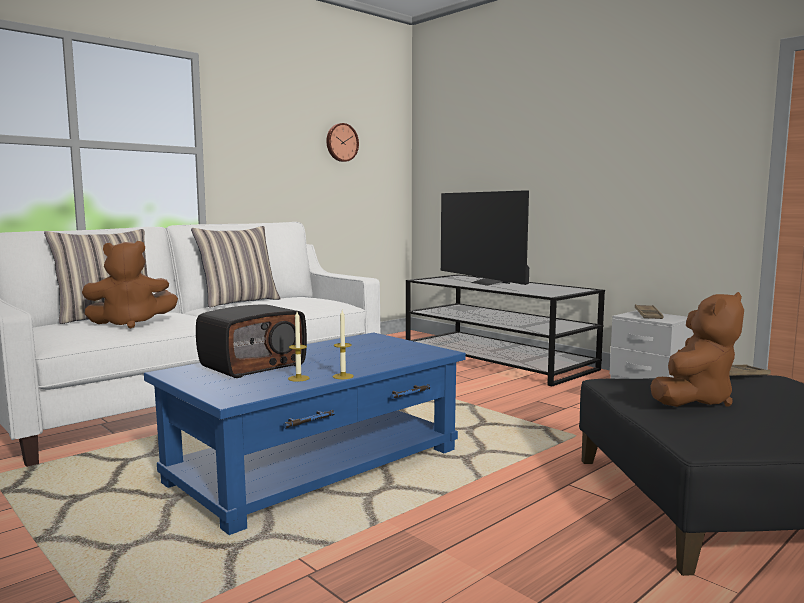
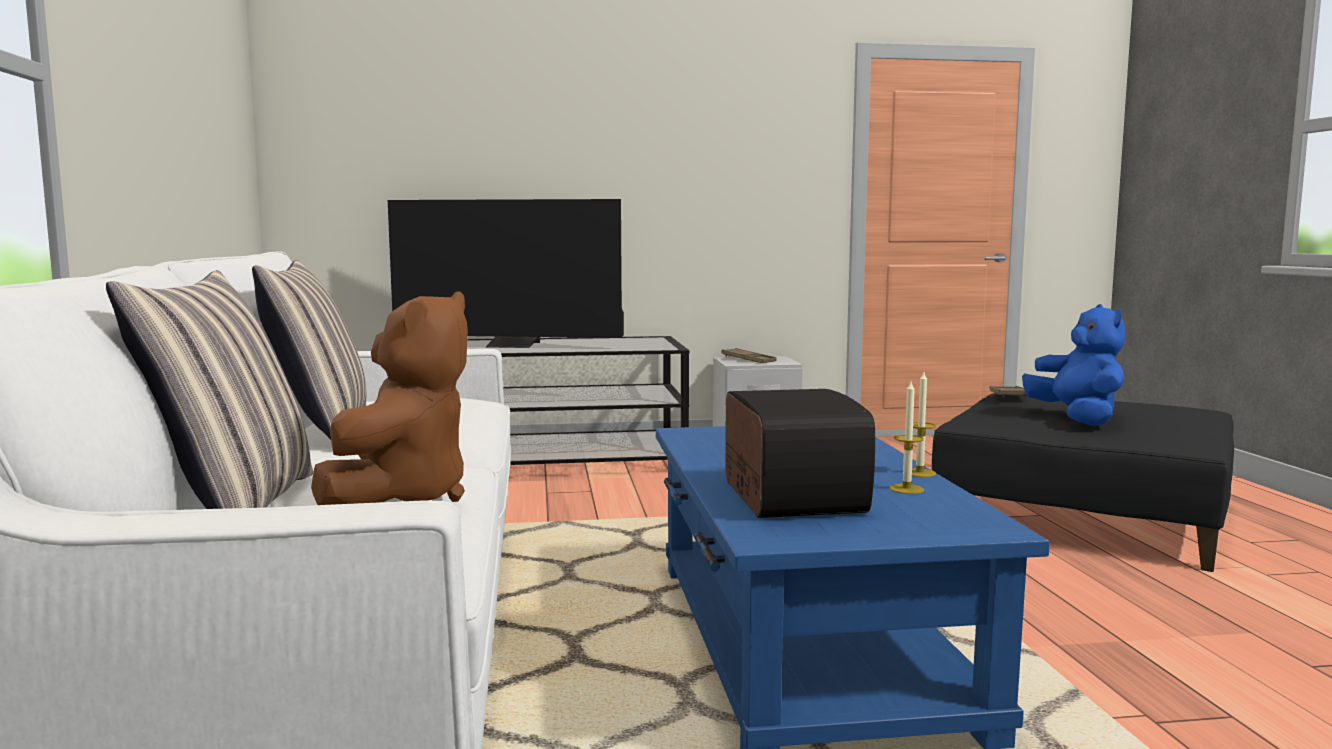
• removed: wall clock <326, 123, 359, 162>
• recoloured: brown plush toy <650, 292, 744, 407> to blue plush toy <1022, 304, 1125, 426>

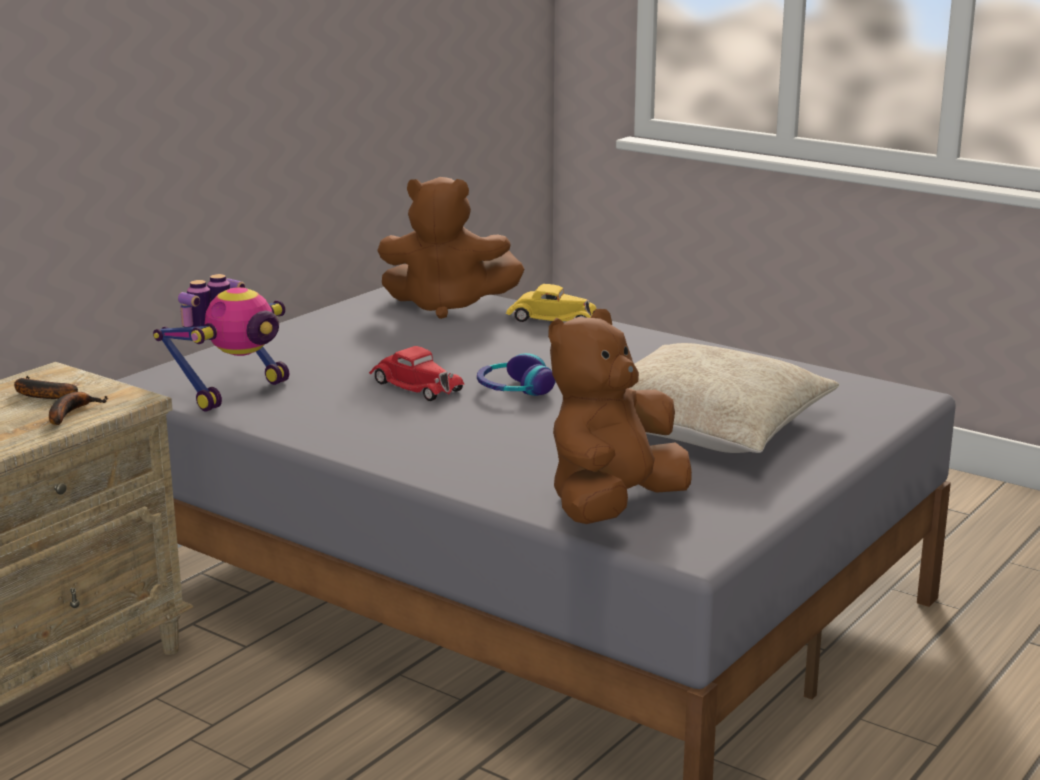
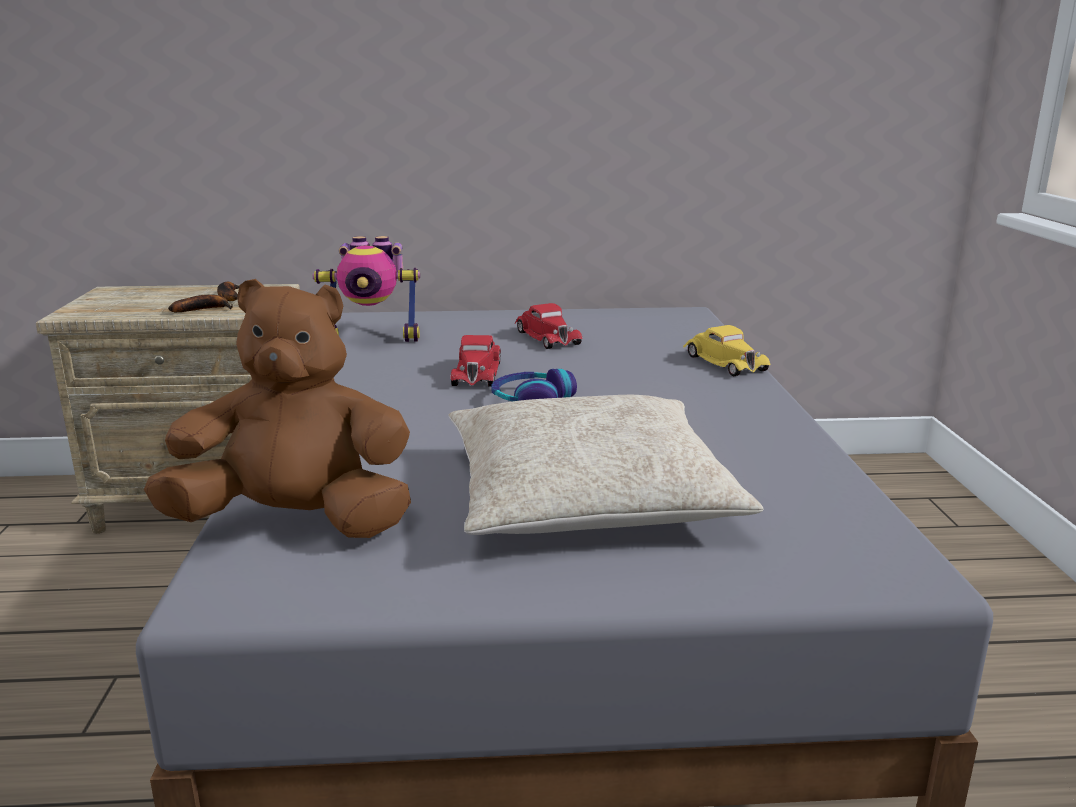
• removed: brown plush toy <377, 177, 525, 319>
• added: red toy car <514, 303, 583, 349>

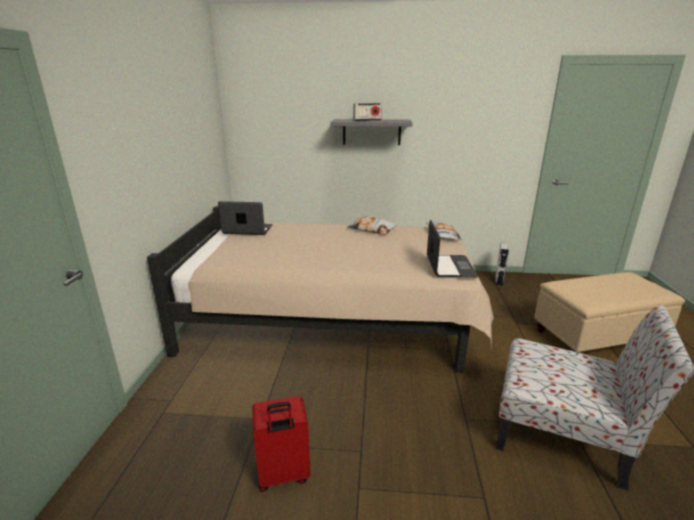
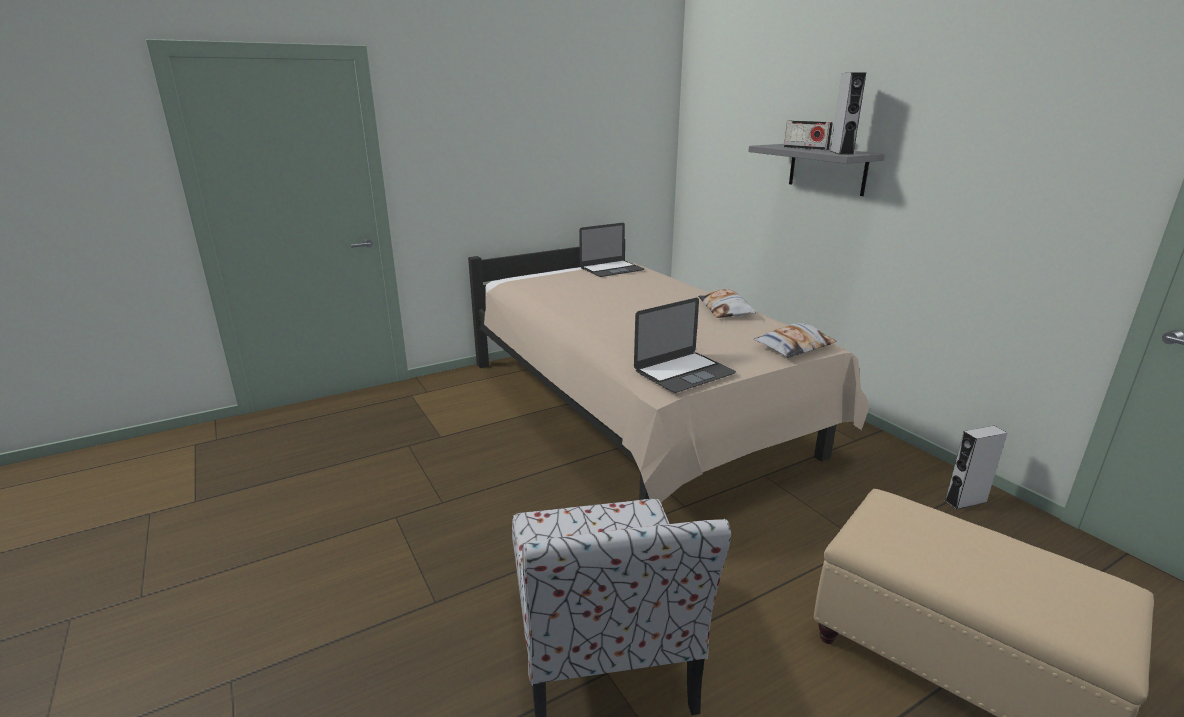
• removed: red suitcase <252, 396, 311, 492>
• added: grey speaker <830, 72, 866, 155>
• turned: laptop <218, 201, 273, 235> = <579, 223, 644, 277> 90 degrees clockwise

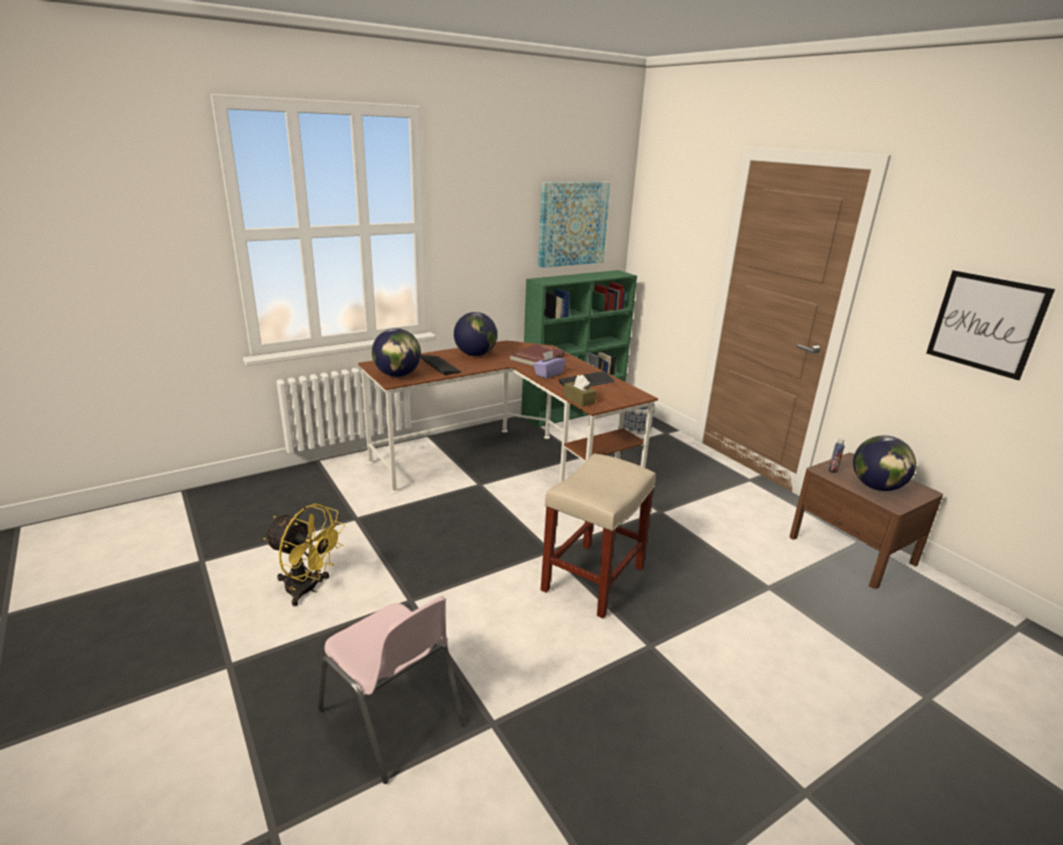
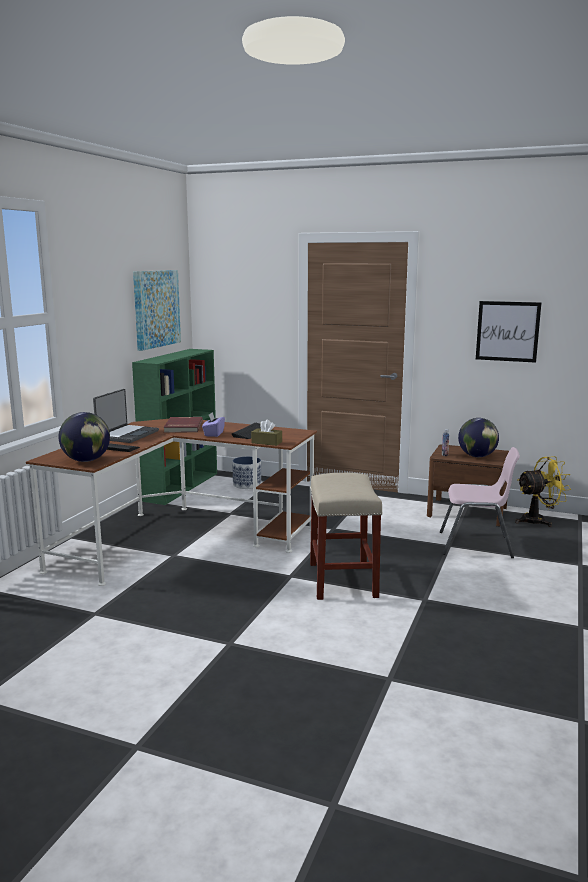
• moved: yellow fan <263, 504, 345, 606> to <515, 456, 571, 527>
• moved: pink chair <318, 596, 465, 784> to <440, 447, 520, 558>
• replaced: globe <454, 312, 497, 356> to laptop <93, 389, 159, 443>

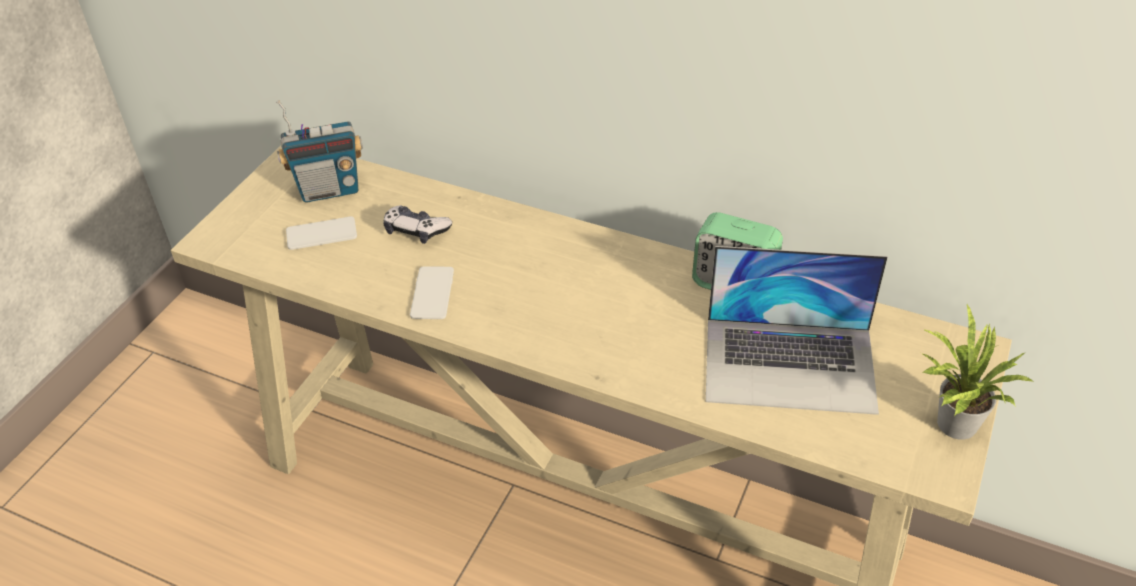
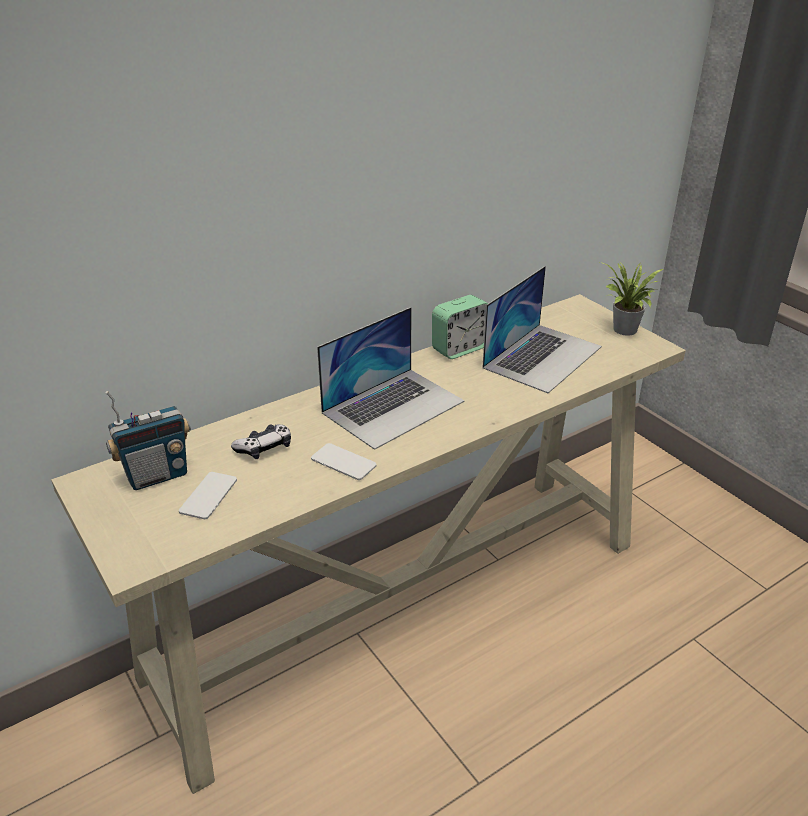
• added: laptop <317, 307, 465, 450>
• turned: radio <276, 100, 363, 203> = <105, 391, 191, 490> 45 degrees clockwise

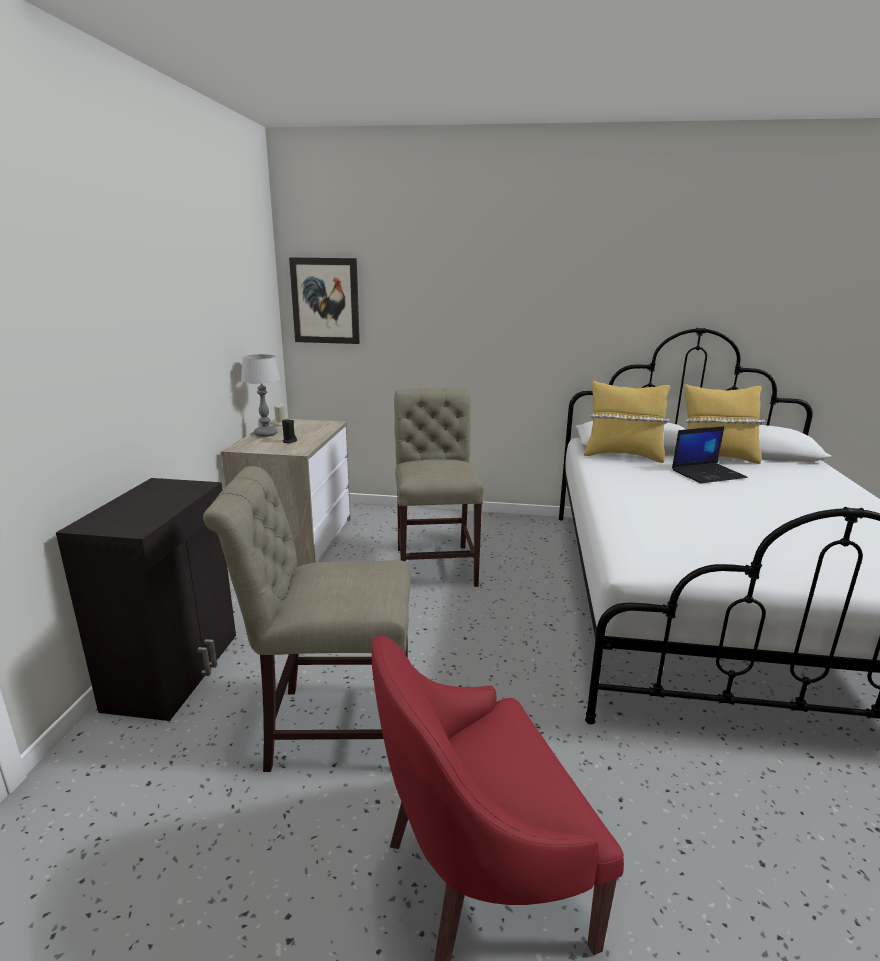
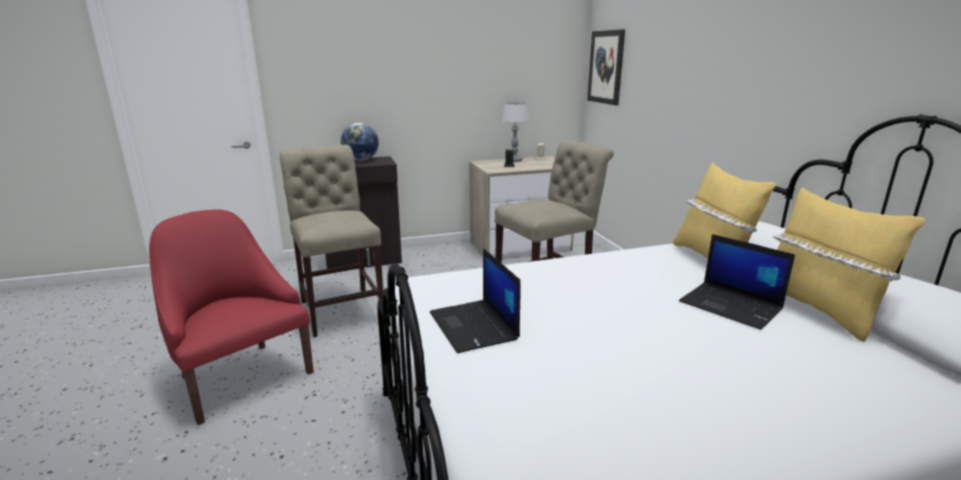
• added: globe <341, 123, 379, 161>
• added: laptop <430, 248, 521, 353>

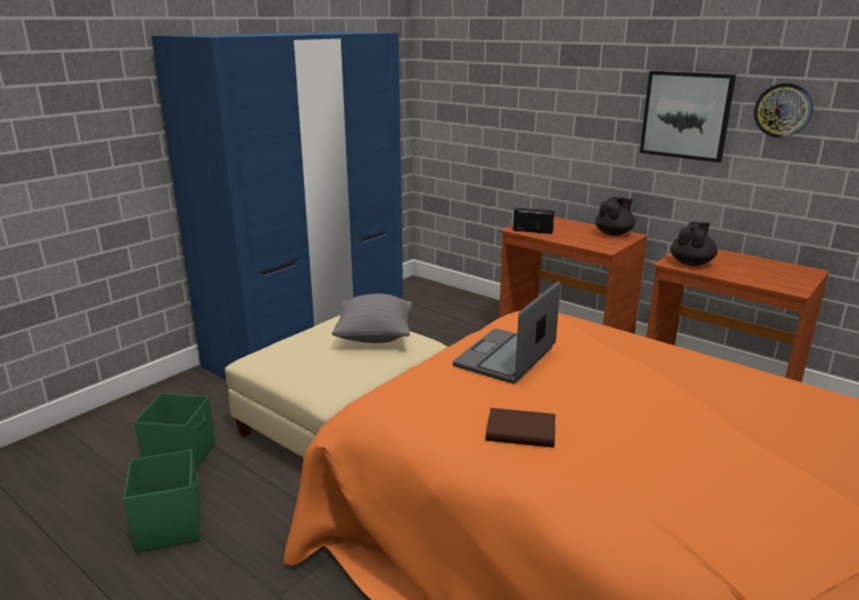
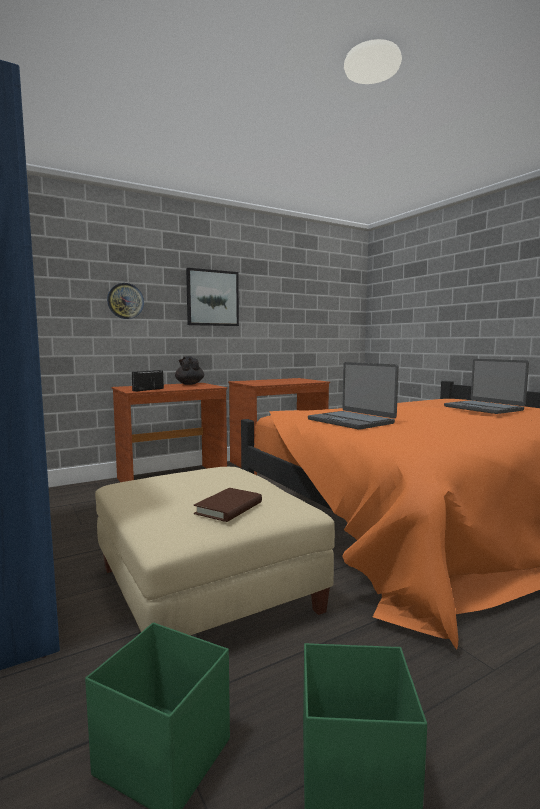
• removed: grey pillow <332, 294, 412, 343>
• removed: black teapot <671, 222, 718, 266>
• added: laptop <444, 359, 529, 414>
• moved: brown book <486, 408, 555, 448> to <194, 488, 262, 522>
• moved: wall clock <754, 83, 813, 138> to <107, 283, 144, 319>

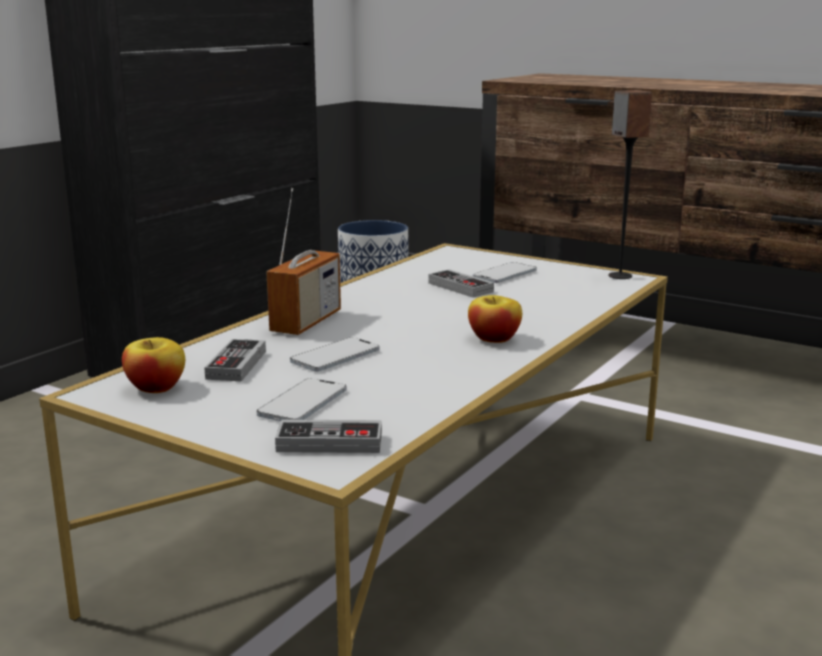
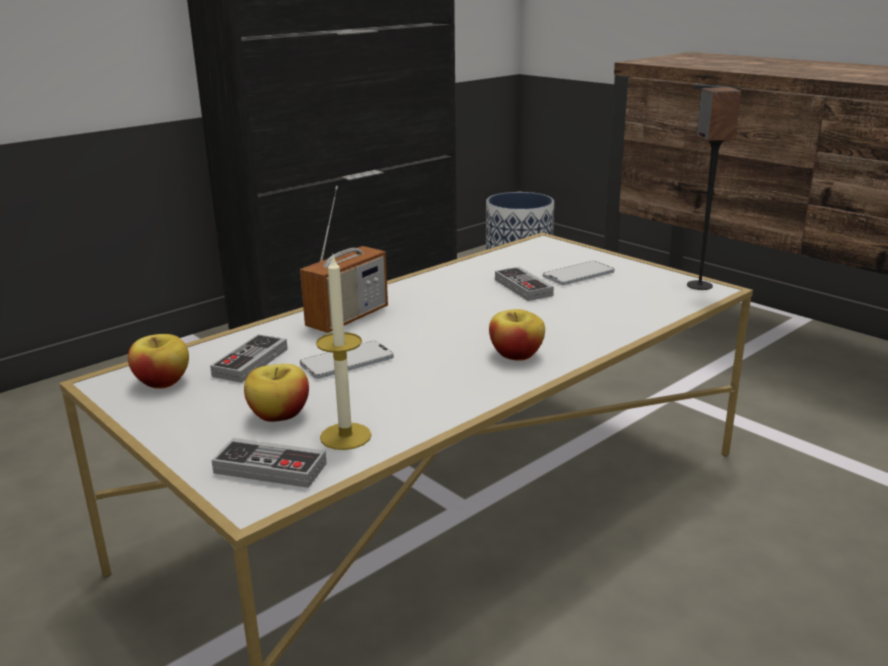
• added: candle <316, 253, 371, 450>
• replaced: phone <256, 378, 347, 421> to apple <244, 364, 309, 422>

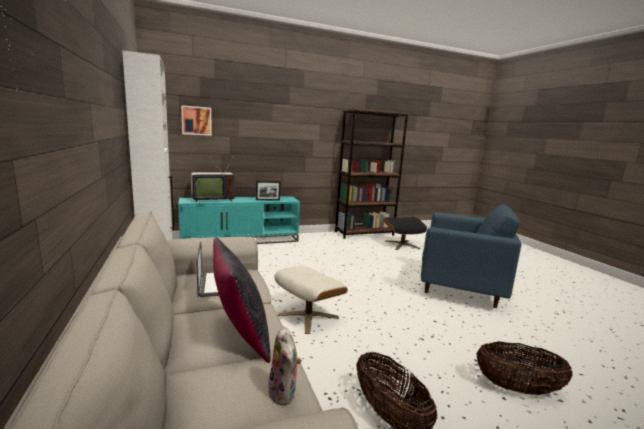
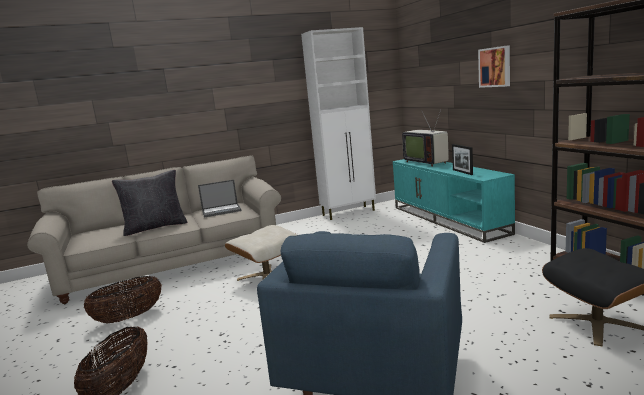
• removed: plush toy <268, 326, 301, 405>
• moved: picture <181, 105, 212, 136> to <478, 45, 510, 88>

